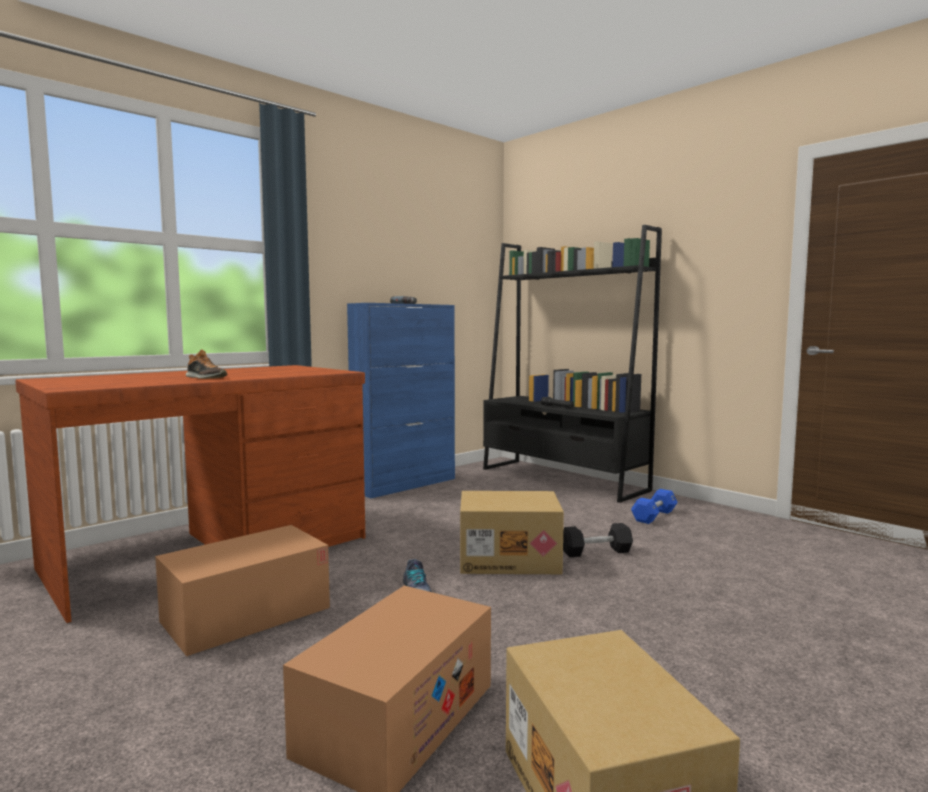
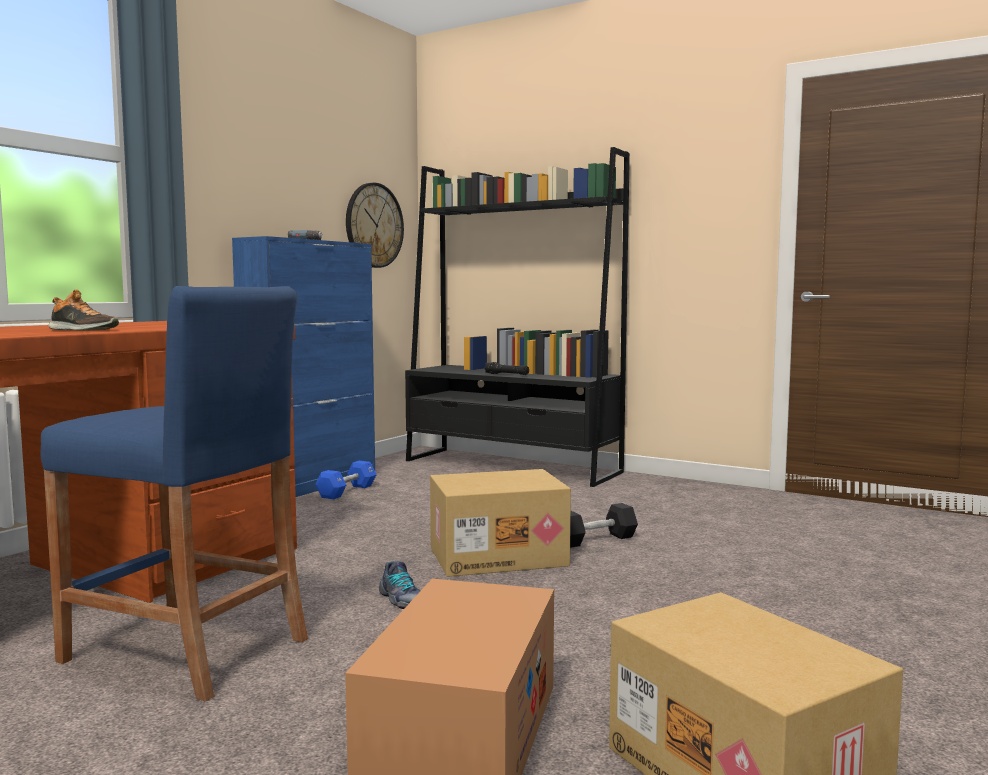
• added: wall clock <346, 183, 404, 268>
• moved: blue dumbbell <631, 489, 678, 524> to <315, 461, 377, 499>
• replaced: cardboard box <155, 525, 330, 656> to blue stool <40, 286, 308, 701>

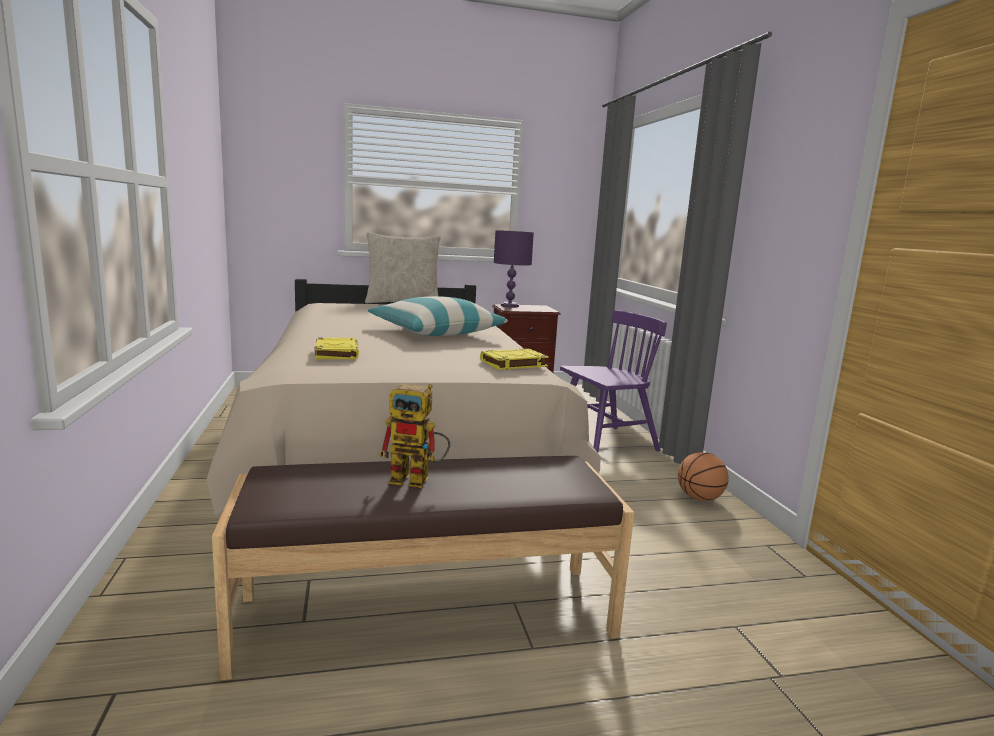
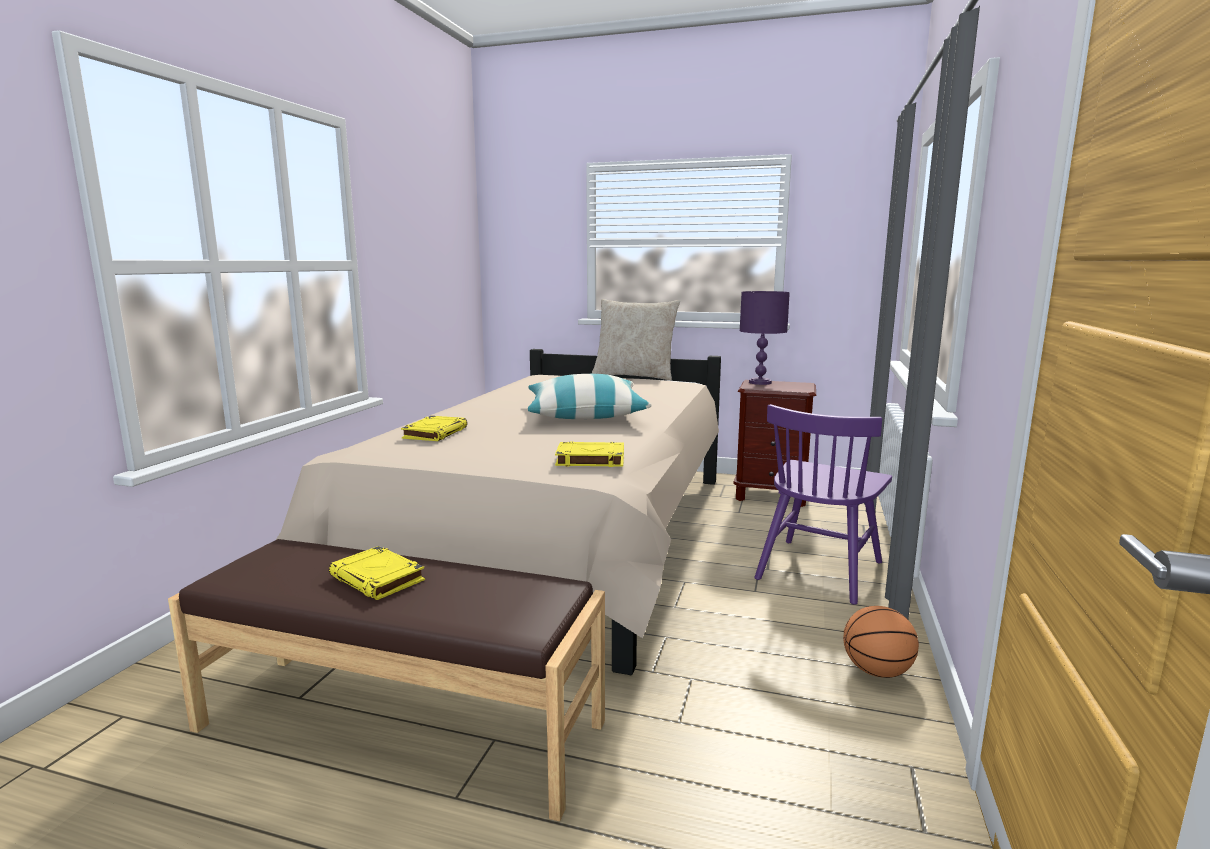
• replaced: toy robot <378, 384, 450, 488> to yellow book <329, 546, 425, 600>
• turned: purple chair <560, 310, 667, 452> = <754, 404, 892, 605> 120 degrees clockwise

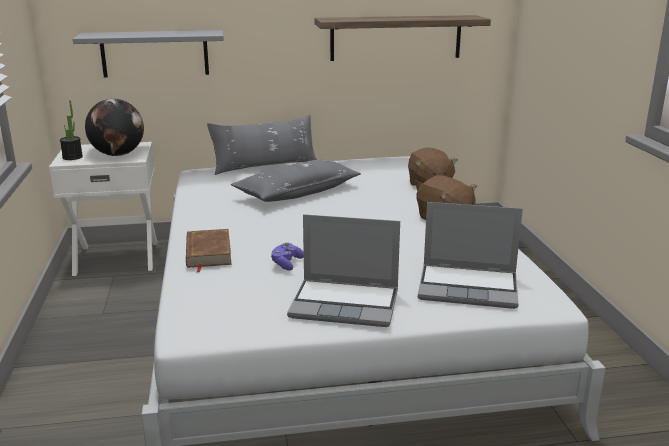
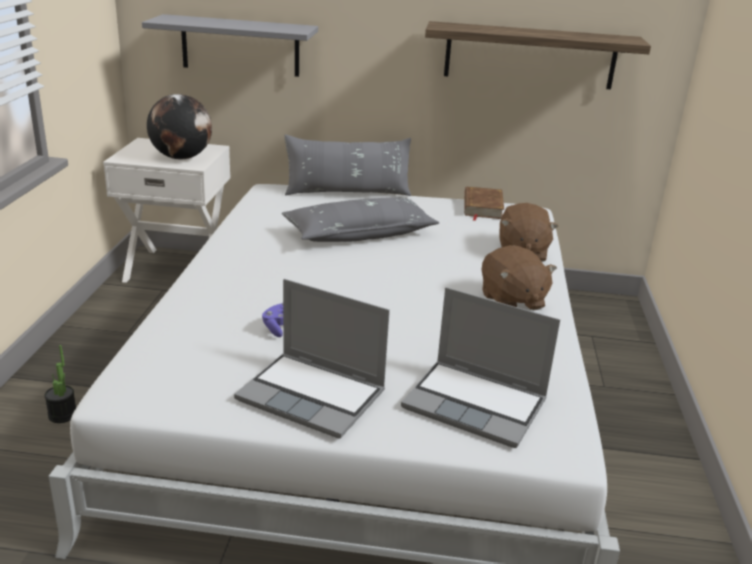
• moved: potted plant <60, 100, 83, 160> to <44, 345, 76, 423>
• moved: brown book <186, 229, 232, 273> to <464, 186, 504, 221>

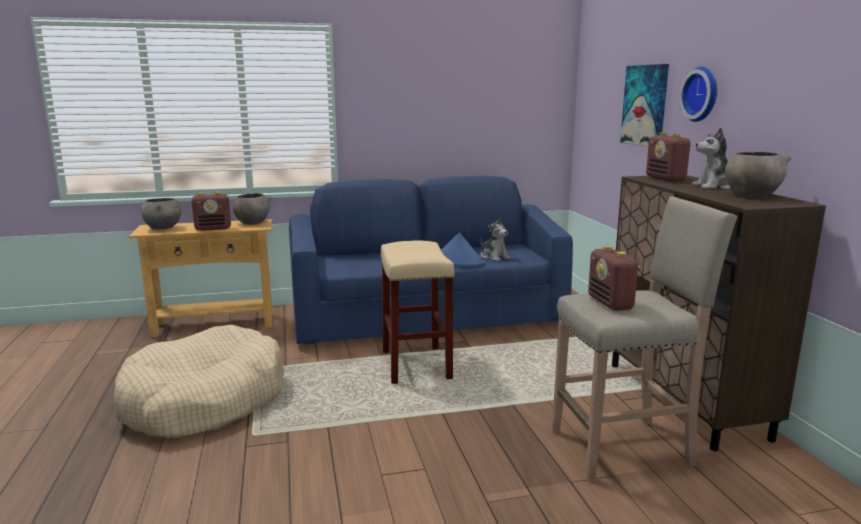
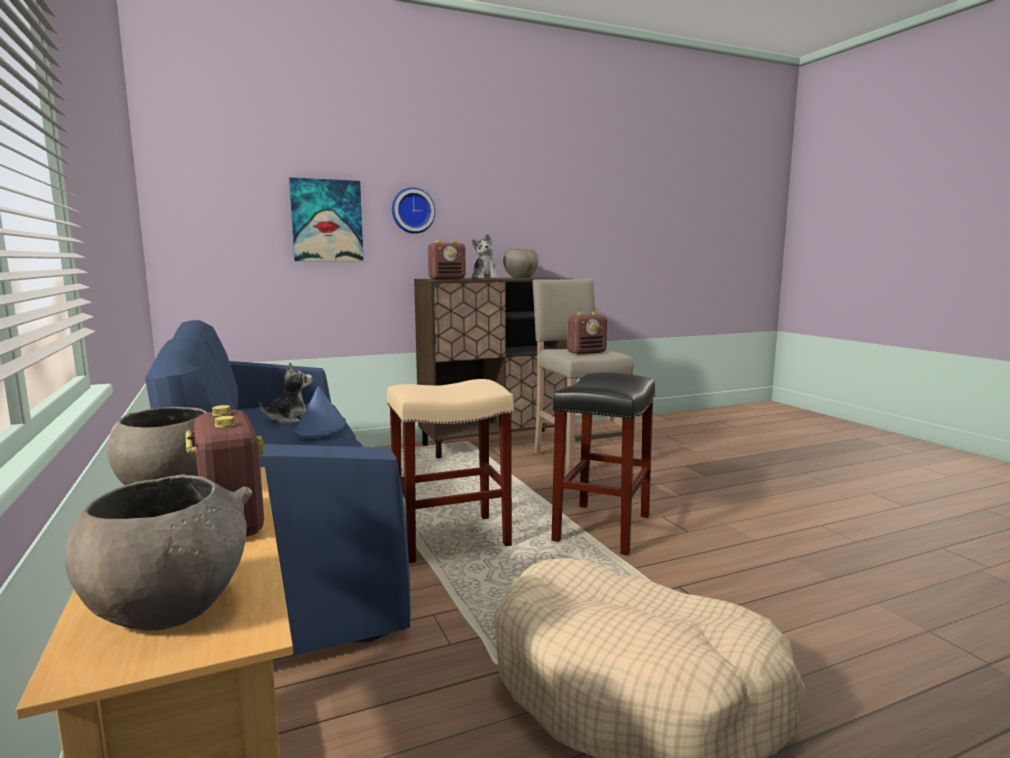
• added: black stool <551, 372, 656, 555>

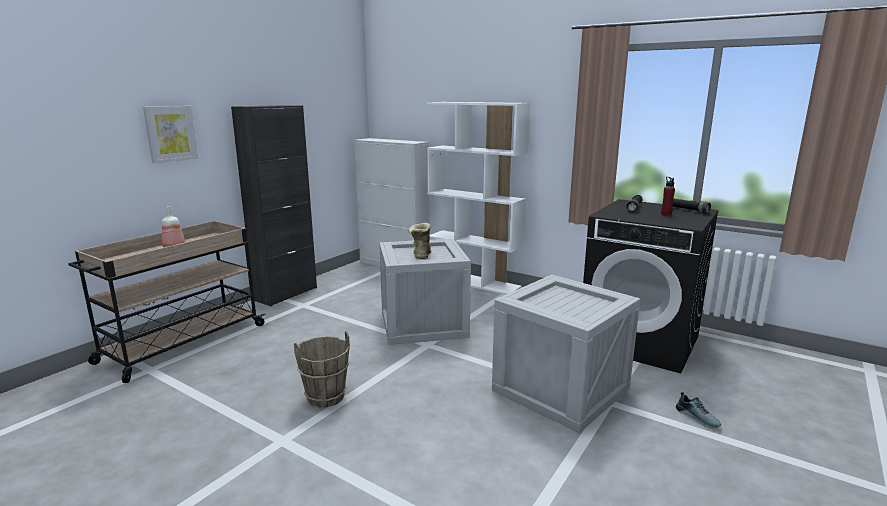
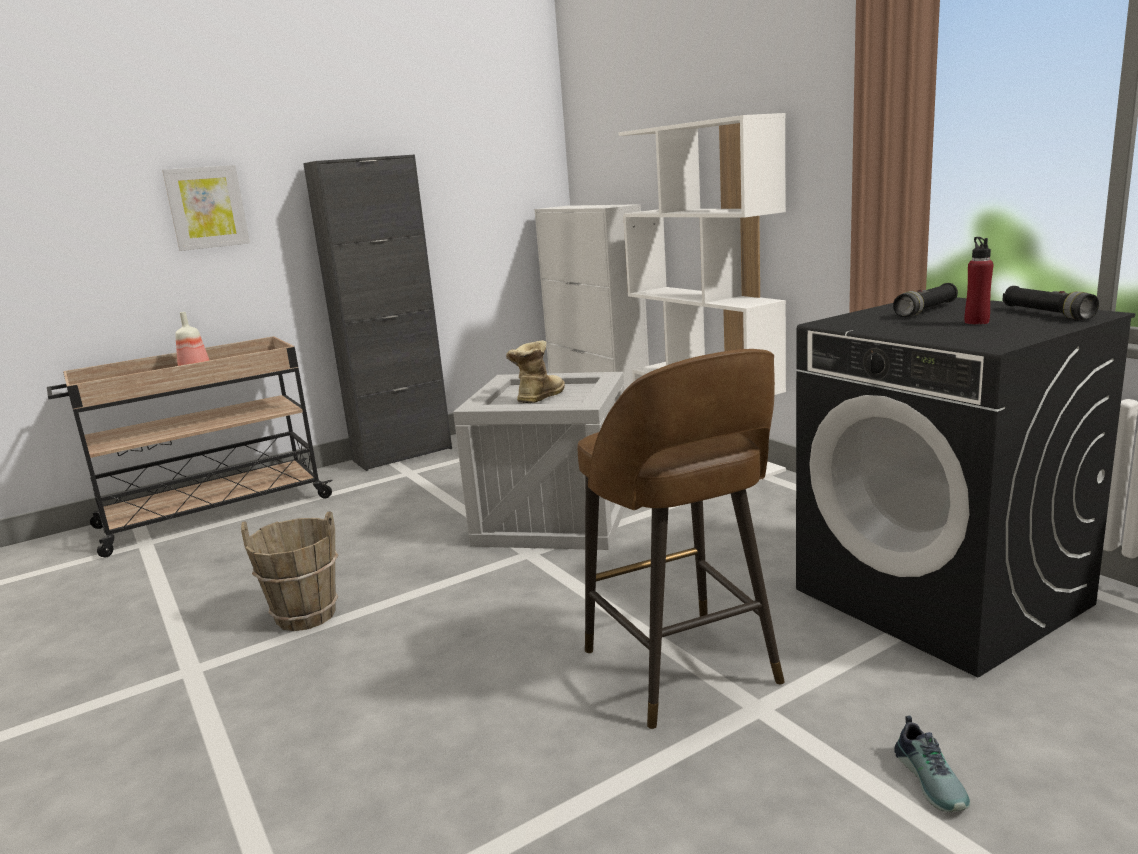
• replaced: crate <492, 275, 640, 433> to brown stool <577, 349, 785, 729>

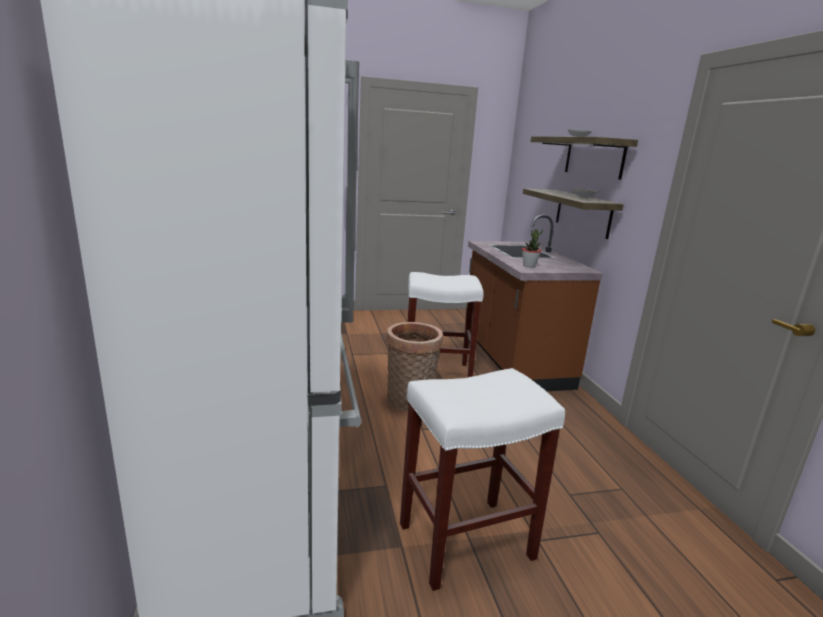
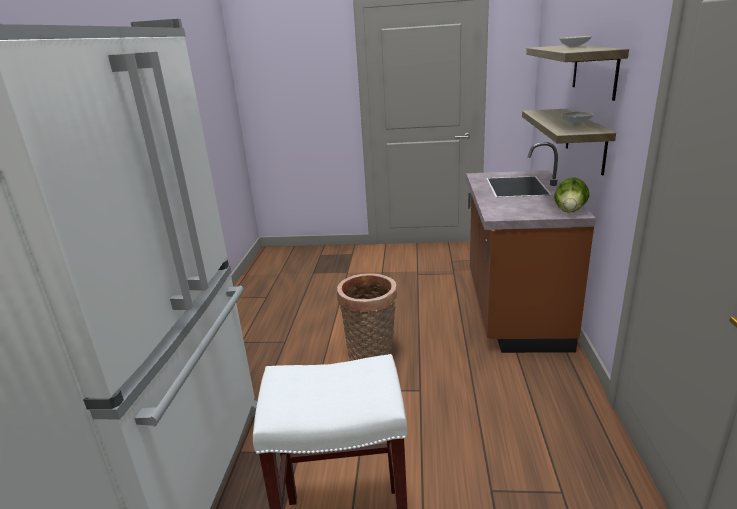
• removed: white stool <408, 272, 483, 378>
• removed: potted plant <522, 229, 543, 267>
• added: lettuce <554, 177, 590, 213>

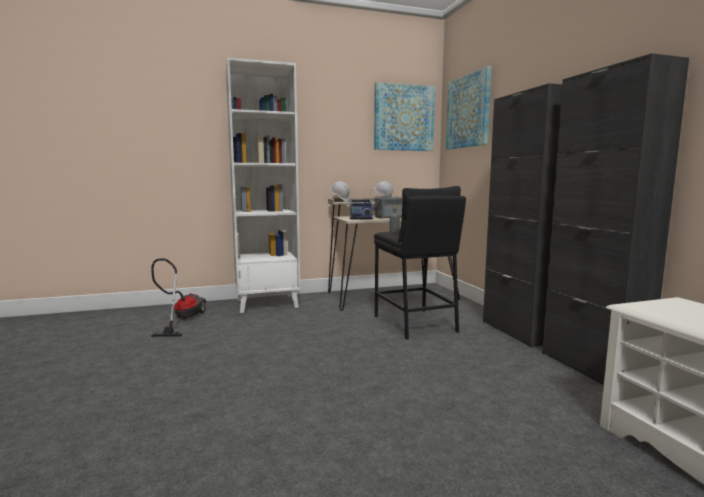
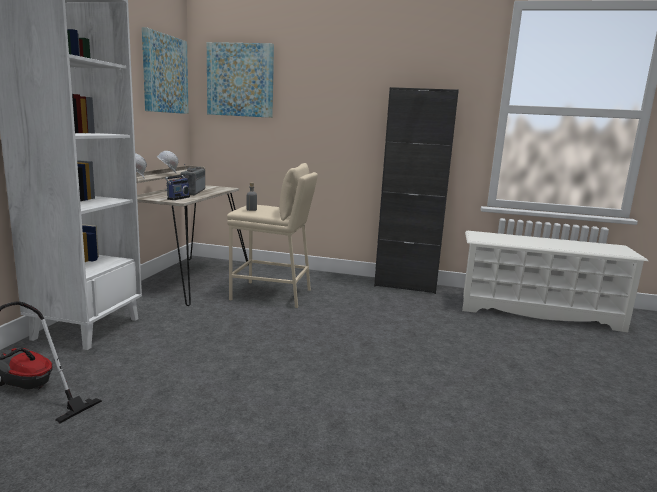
• removed: black cabinet <483, 83, 562, 347>
• recoloured: black stool <374, 186, 466, 340> to beige stool <227, 163, 318, 308>

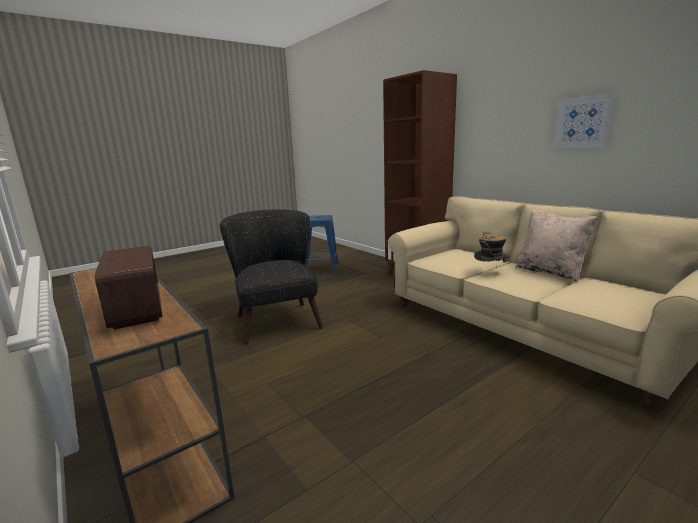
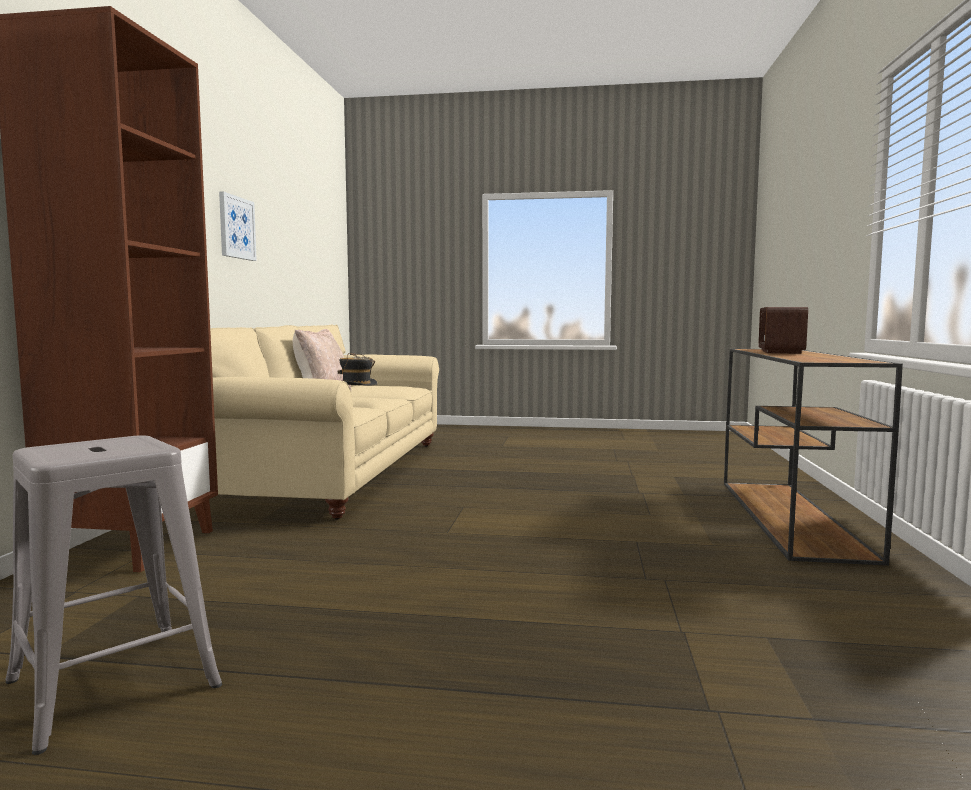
• removed: black armchair <220, 209, 323, 345>
• recoloured: blue stool <306, 215, 339, 274> to grey stool <5, 435, 222, 755>

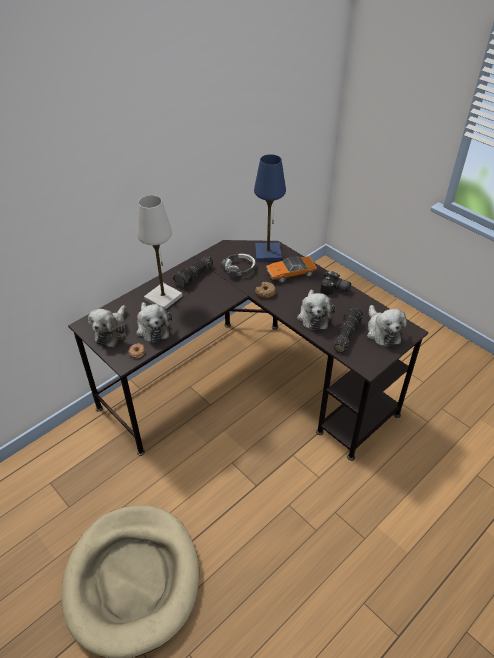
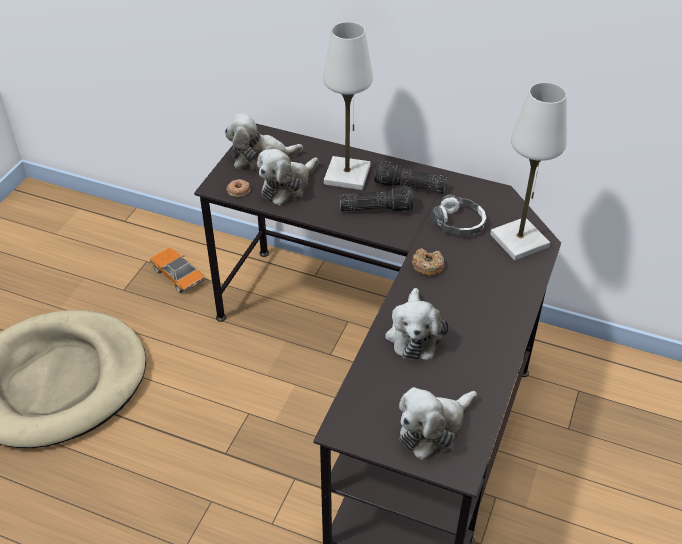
• removed: photo camera <320, 271, 351, 295>
• moved: toy car <266, 256, 317, 283> to <150, 247, 205, 293>
• moved: flashlight <334, 307, 363, 353> to <340, 186, 414, 212>
• recoloured: blue table lamp <254, 154, 286, 262> to white table lamp <490, 83, 567, 260>
• turned: plush toy <297, 290, 335, 330> = <385, 288, 449, 360> 60 degrees counterclockwise

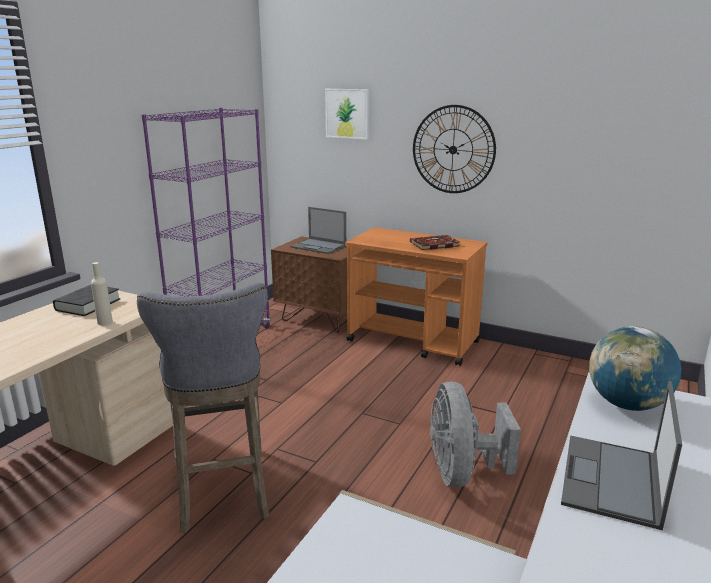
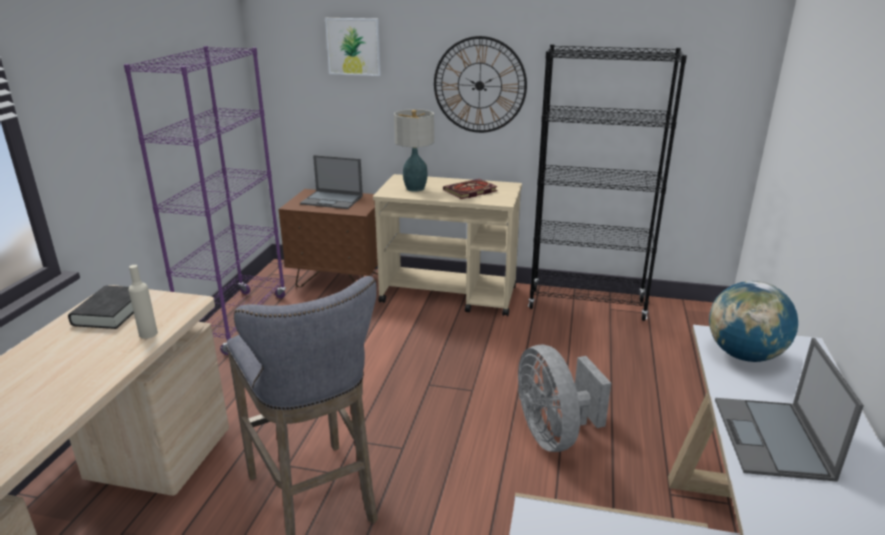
• added: table lamp <394, 109, 434, 192>
• added: black bookcase <528, 44, 687, 321>
• recoloured: orange cart <345, 228, 488, 366> to beige cart <373, 174, 522, 317>

